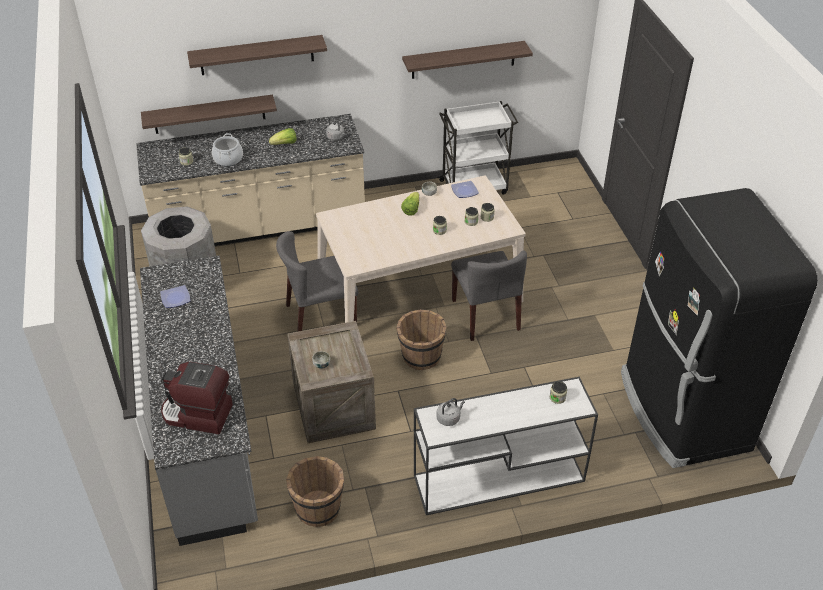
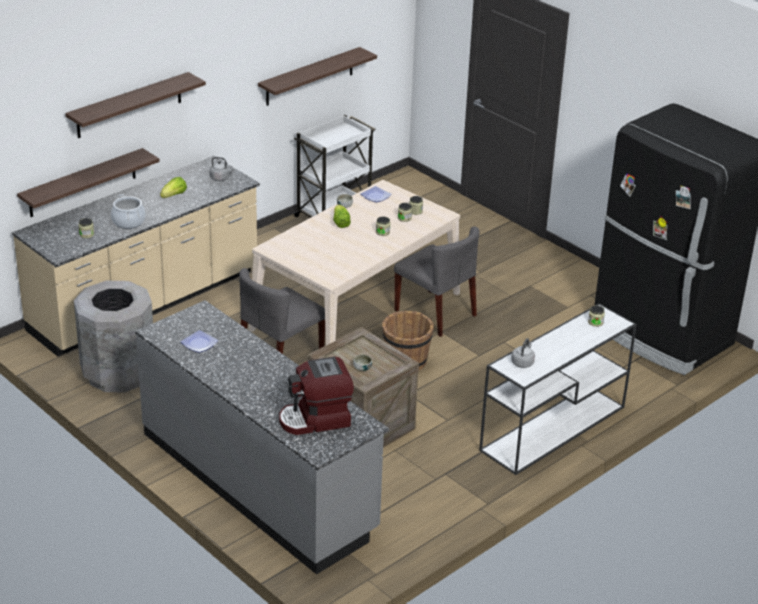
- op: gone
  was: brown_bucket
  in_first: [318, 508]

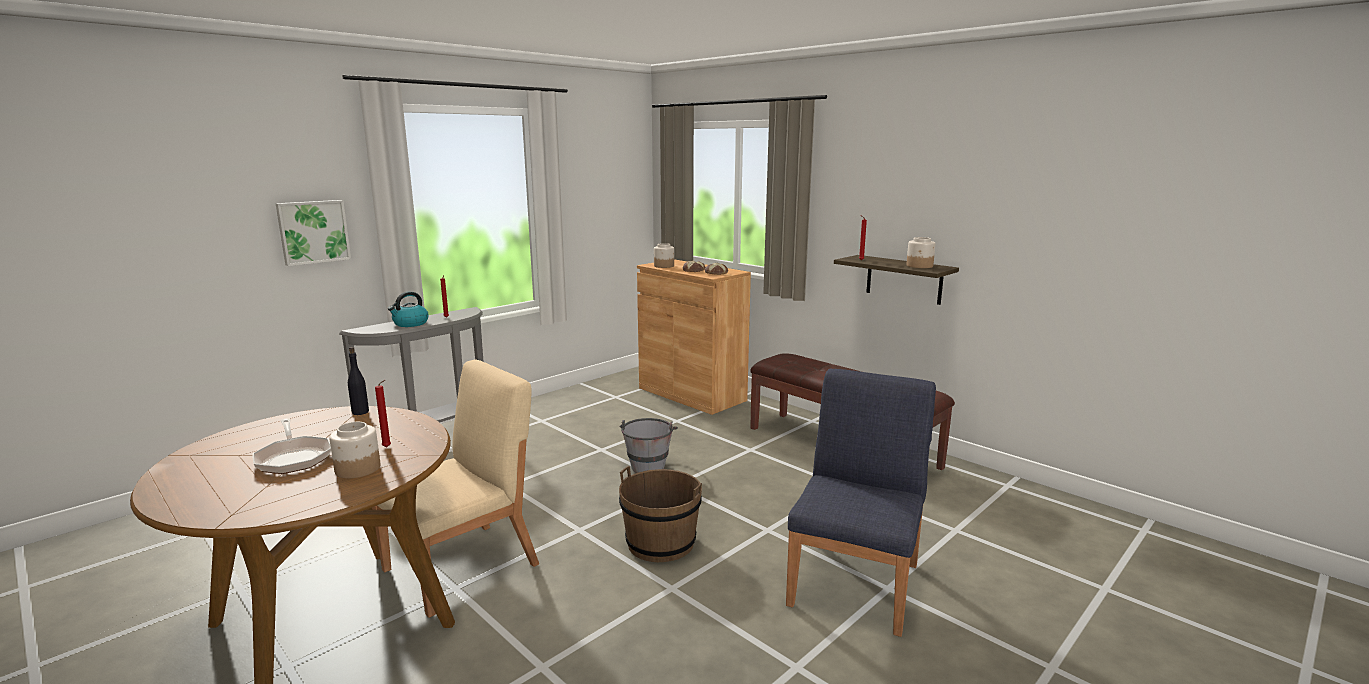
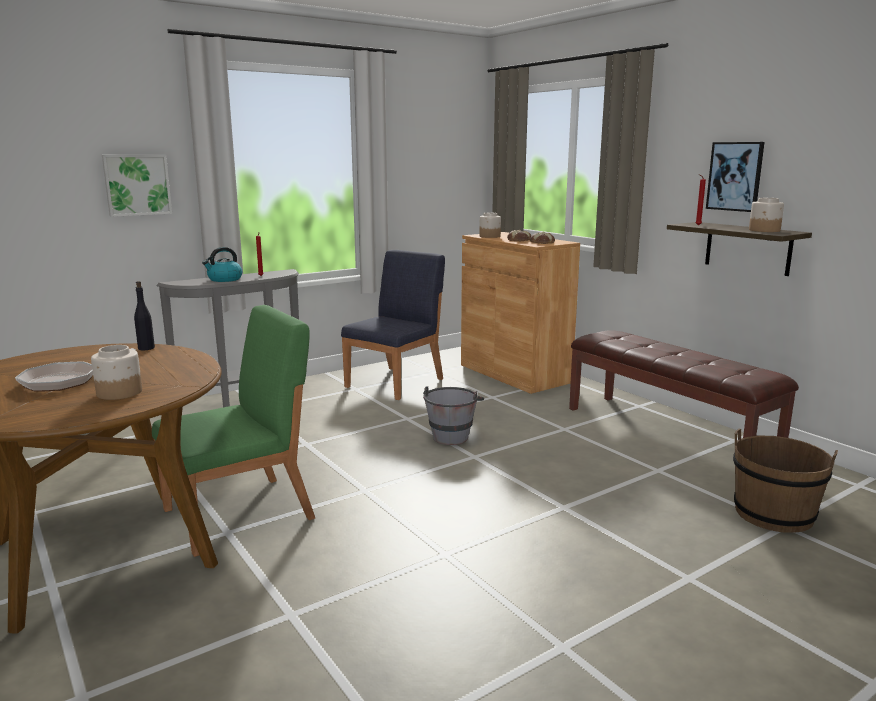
- op: rotated
  was: frying_pan
  in_first: [293, 458]
  in_second: [66, 380]
  clockwise: 60
- op: repainted
  was: beige_chair
  now: green_chair
  in_first: [463, 566]
  in_second: [241, 513]
- op: shifted
  was: blue_chair
  in_first: [855, 583]
  in_second: [396, 382]
- op: new
  now: picture
  in_second: [735, 176]
- op: shifted
  was: brown_bucket
  in_first: [661, 543]
  in_second: [773, 514]
- op: gone
  was: red_candle
  in_first: [388, 447]

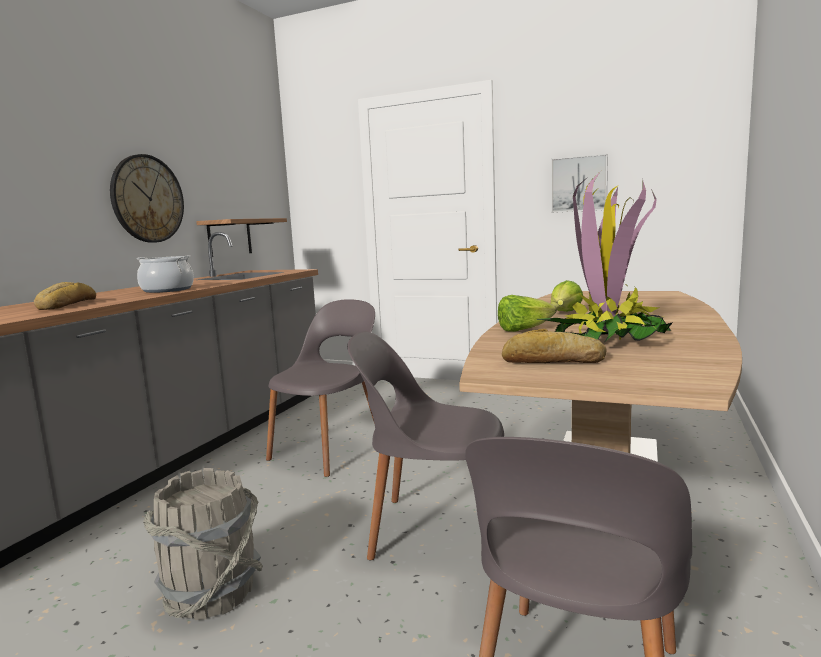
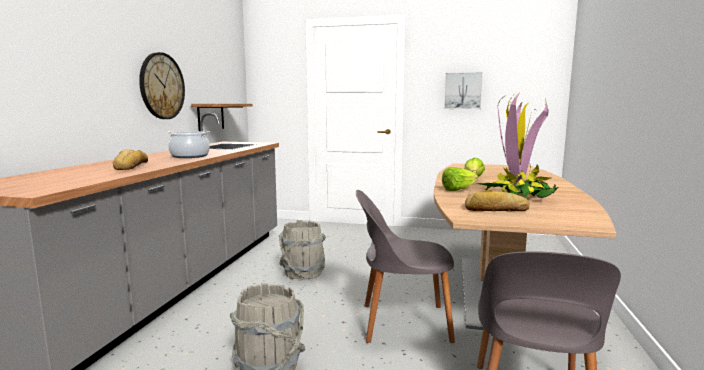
- op: swapped
  was: grey_chair
  now: grey_bucket
  in_first: [330, 450]
  in_second: [303, 273]

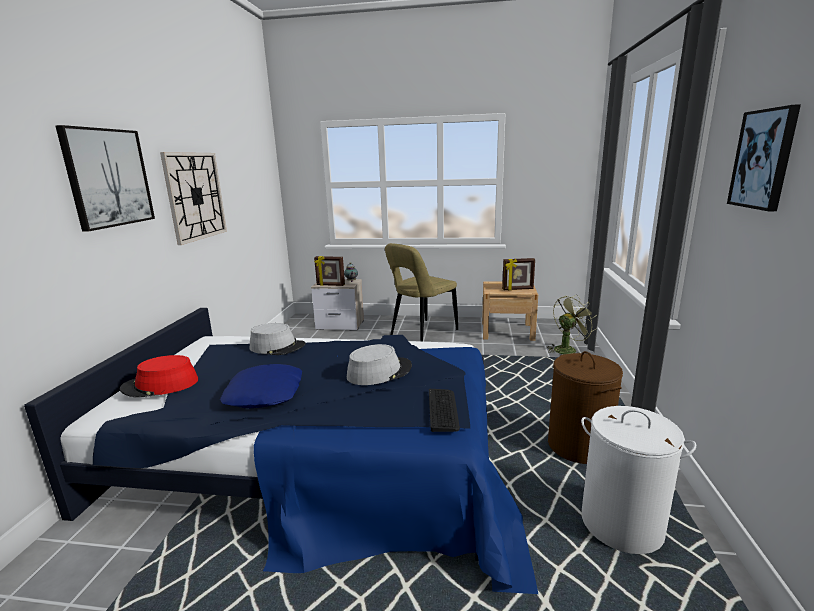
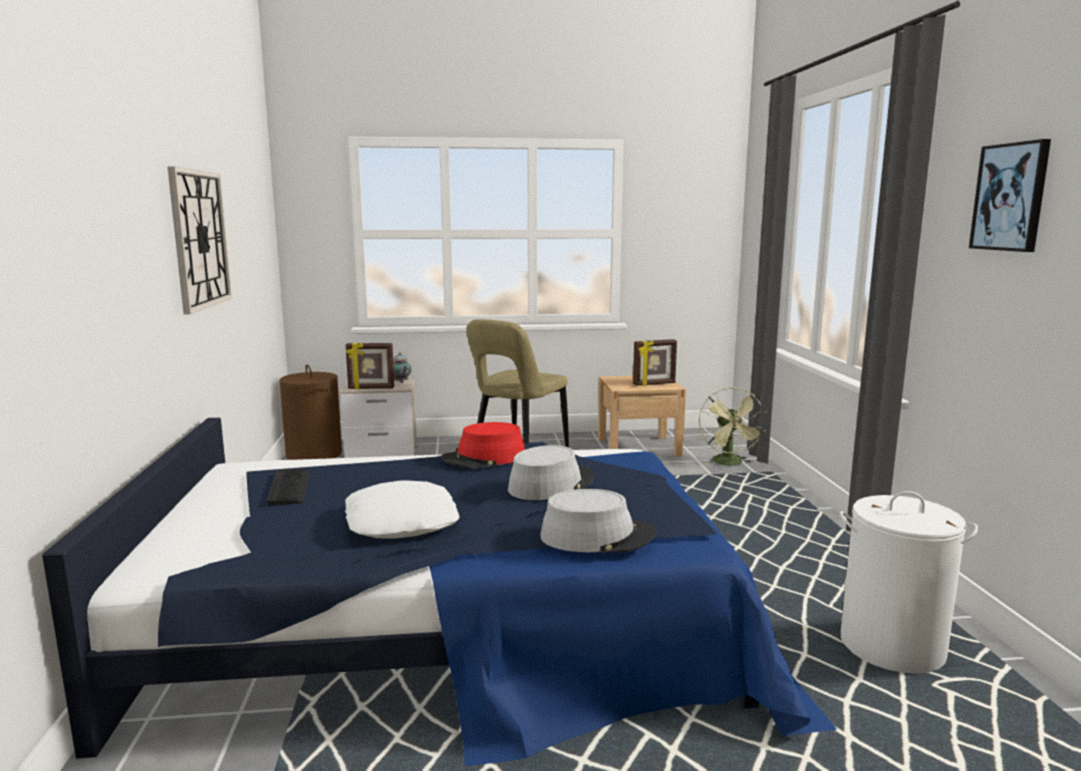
- op: shifted
  was: keyboard
  in_first: [443, 410]
  in_second: [289, 487]
- op: shifted
  was: brown_laundry_basket
  in_first: [579, 446]
  in_second: [314, 454]
- op: repainted
  was: blue_pillow
  now: white_pillow
  in_first: [265, 394]
  in_second: [402, 522]
- op: shifted
  was: red_hat
  in_first: [160, 385]
  in_second: [484, 458]
- op: shifted
  was: grey_hat
  in_first: [277, 347]
  in_second: [597, 536]
- op: rotated
  was: green_fan
  in_first: [567, 349]
  in_second: [730, 463]
  clockwise: 135
- op: gone
  was: picture
  in_first: [108, 178]

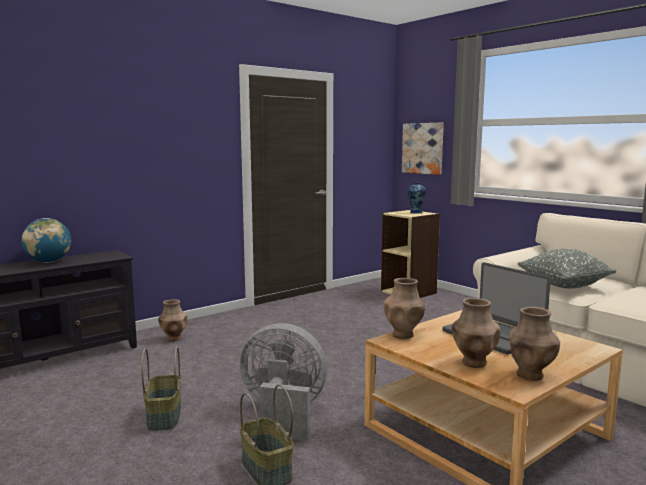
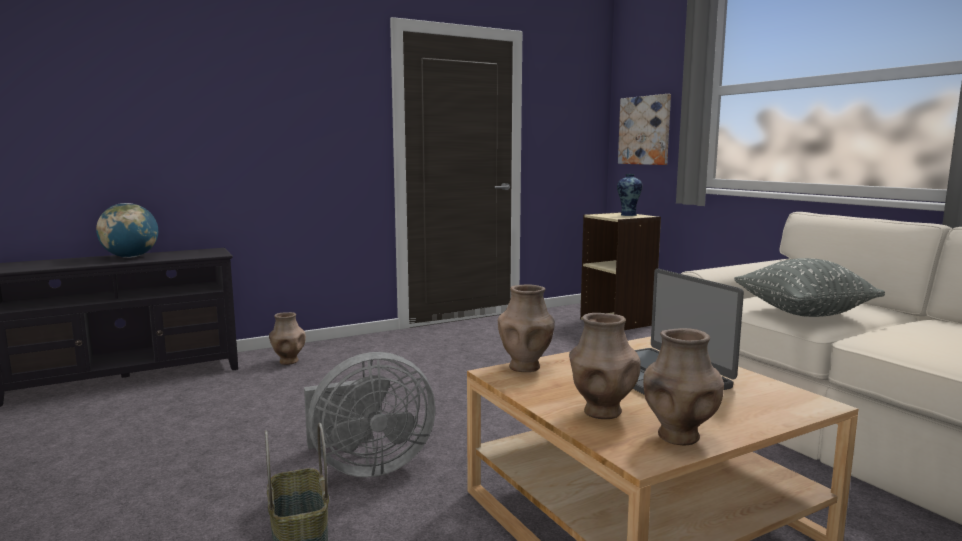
- op: rotated
  was: grey_fan
  in_first: [283, 414]
  in_second: [367, 466]
  clockwise: 135
- op: gone
  was: basket
  in_first: [163, 416]

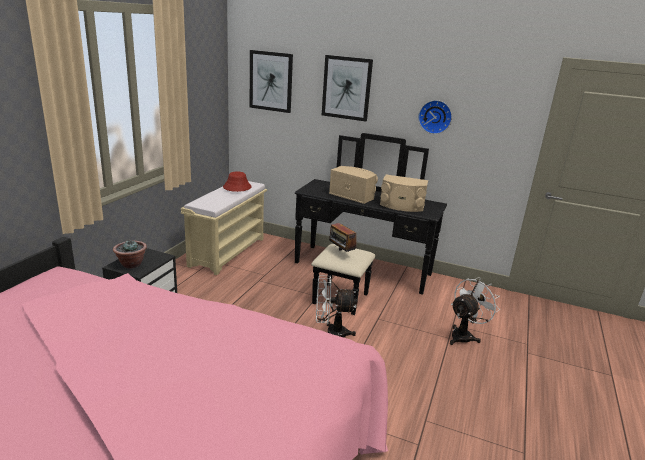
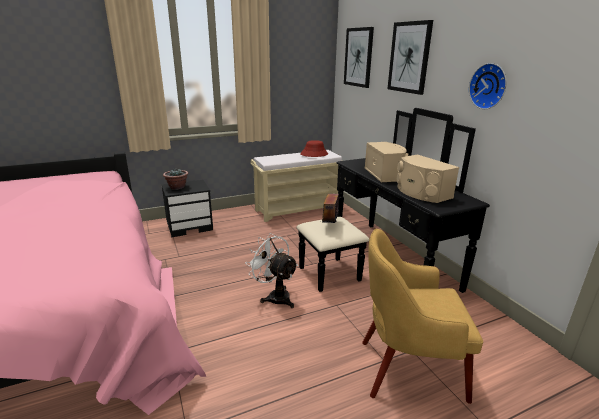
- op: swapped
  was: white_fan
  now: yellow_armchair
  in_first: [464, 335]
  in_second: [407, 369]

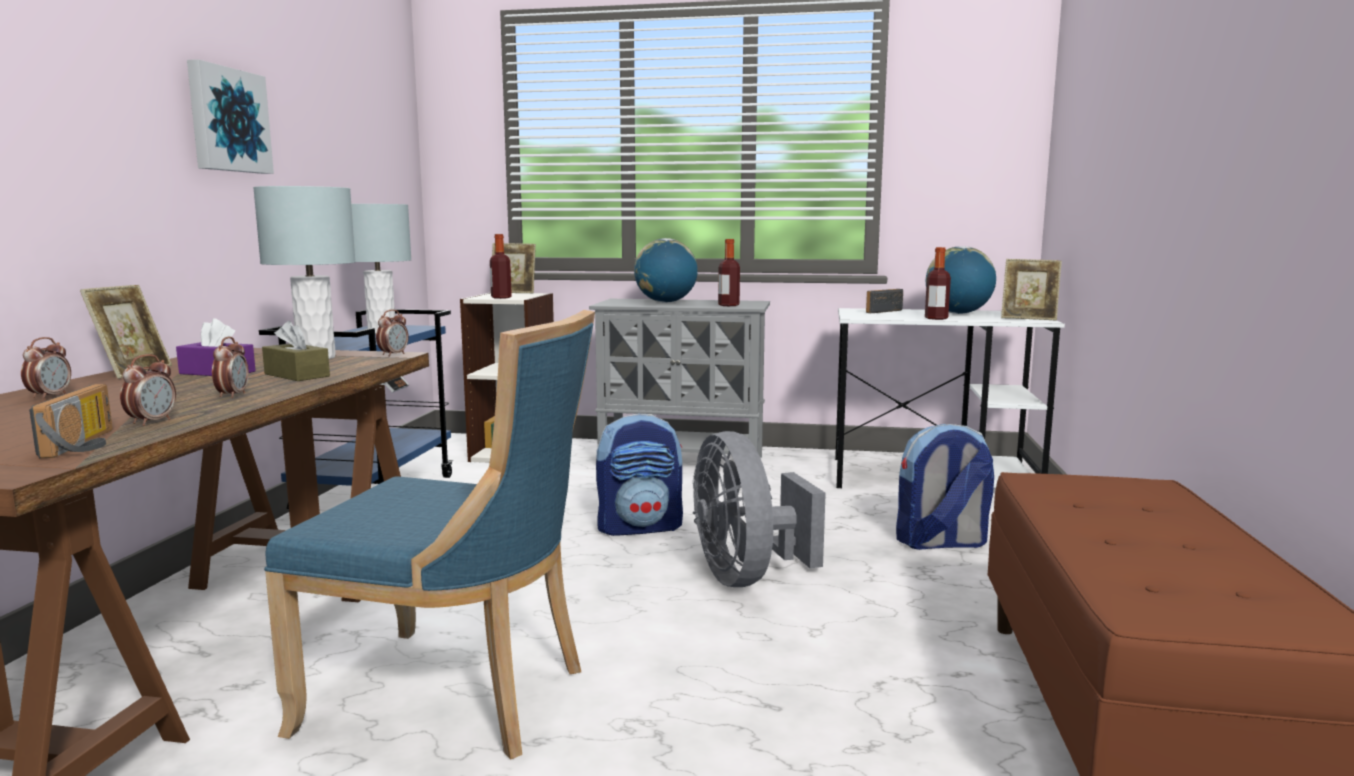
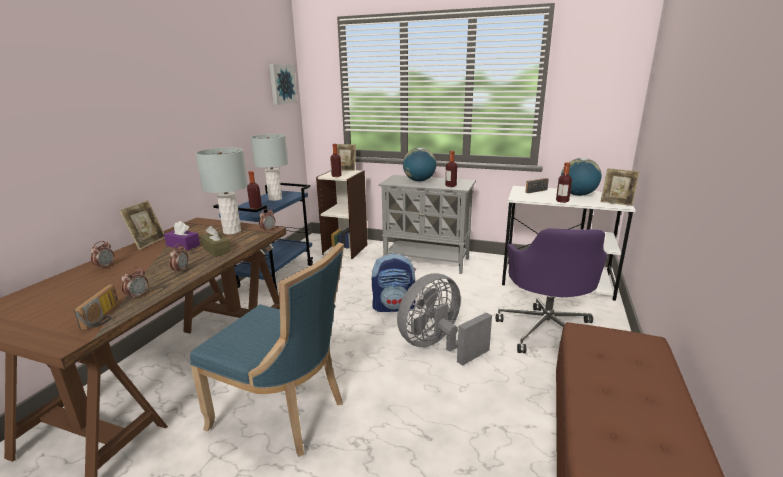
- op: new
  now: bottle
  in_second: [255, 208]
- op: shifted
  was: picture
  in_first: [227, 120]
  in_second: [282, 84]
- op: rotated
  was: grey_fan
  in_first: [746, 576]
  in_second: [438, 346]
  clockwise: 60
- op: swapped
  was: backpack
  now: purple_office_chair
  in_first: [940, 543]
  in_second: [546, 330]

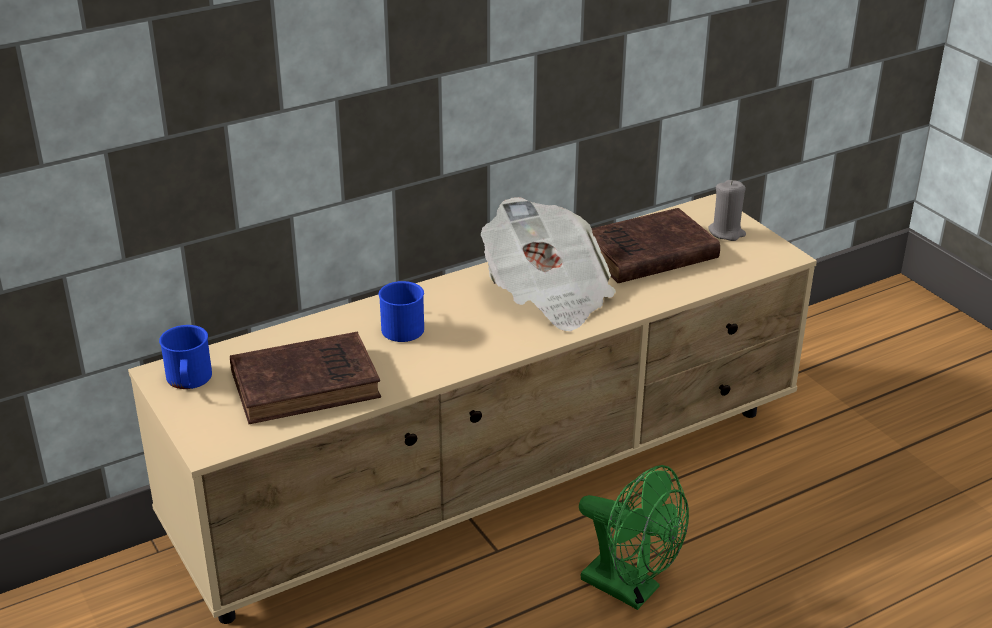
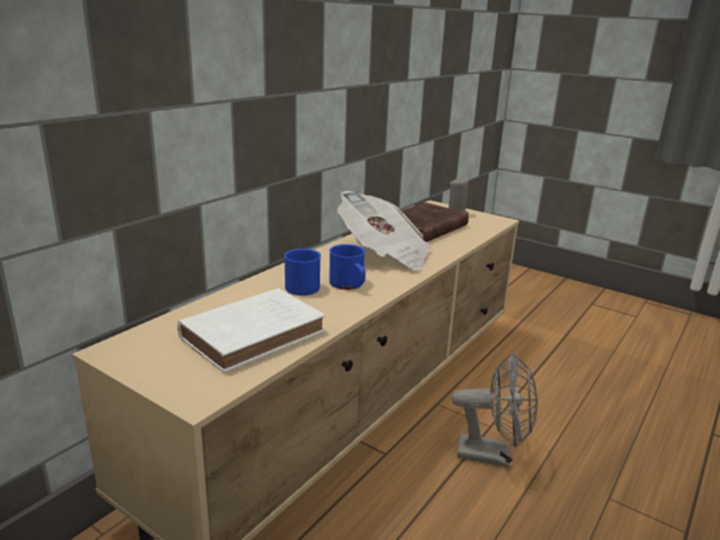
- op: repainted
  was: brown_book
  now: white_book
  in_first: [309, 384]
  in_second: [256, 334]
- op: shifted
  was: blue_mug
  in_first: [189, 381]
  in_second: [349, 285]
- op: repainted
  was: green_fan
  now: grey_fan
  in_first: [630, 589]
  in_second: [493, 455]

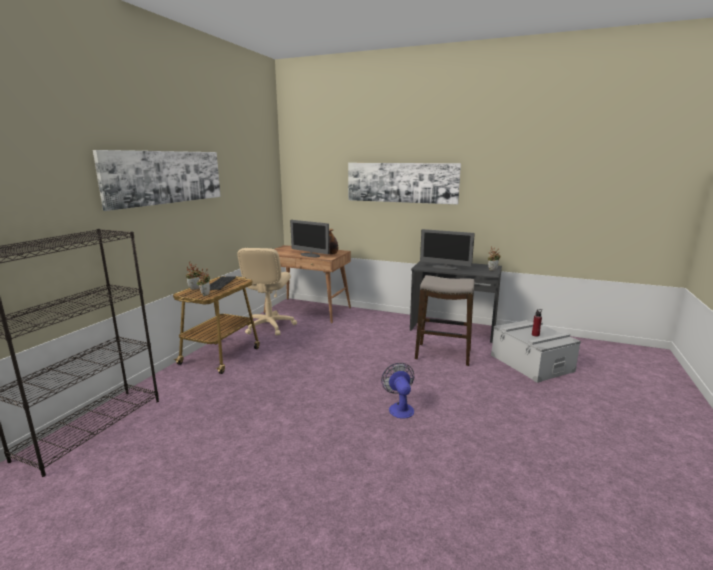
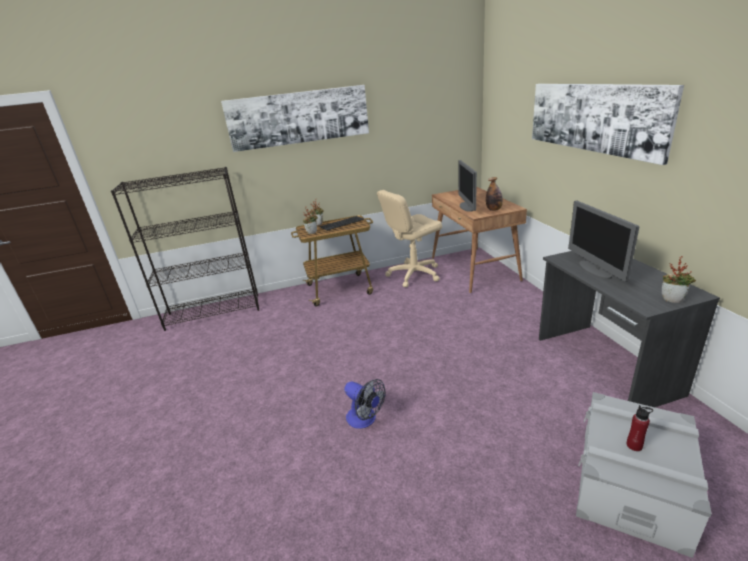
- op: rotated
  was: fan
  in_first: [399, 408]
  in_second: [365, 420]
  clockwise: 90
- op: gone
  was: stool
  in_first: [443, 355]

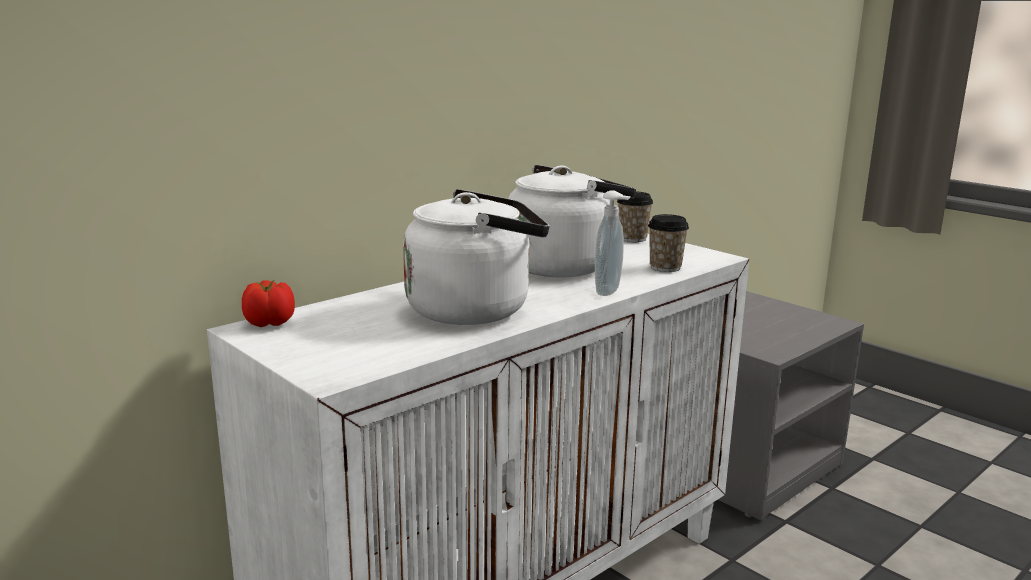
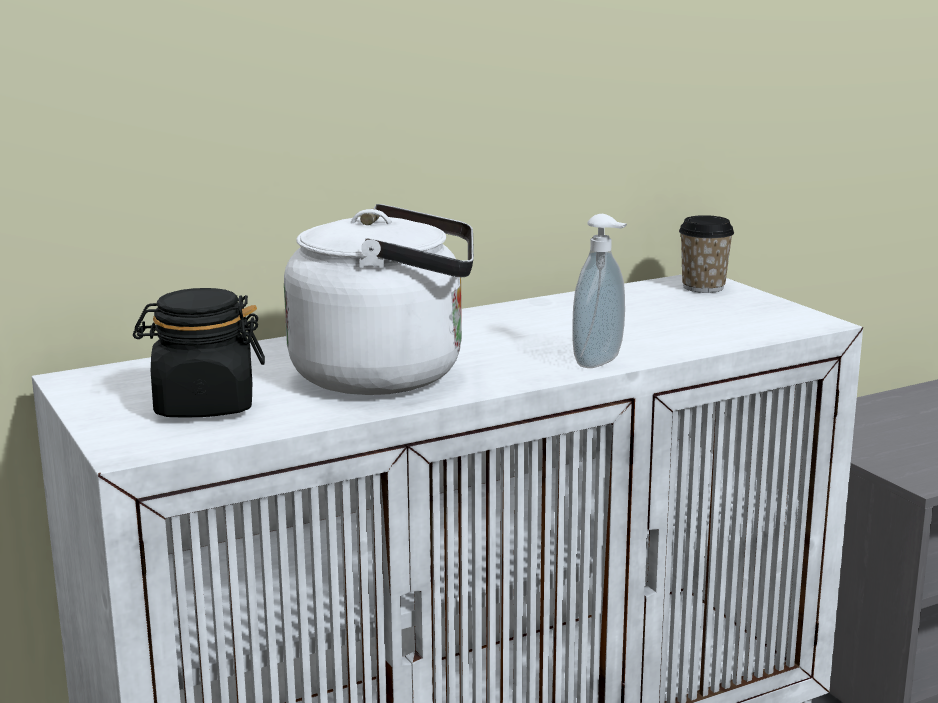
- op: new
  now: black_jar
  in_second: [204, 406]
- op: gone
  was: tomato
  in_first: [270, 323]
- op: gone
  was: white_kettle
  in_first: [563, 266]
- op: gone
  was: cup
  in_first: [665, 267]

